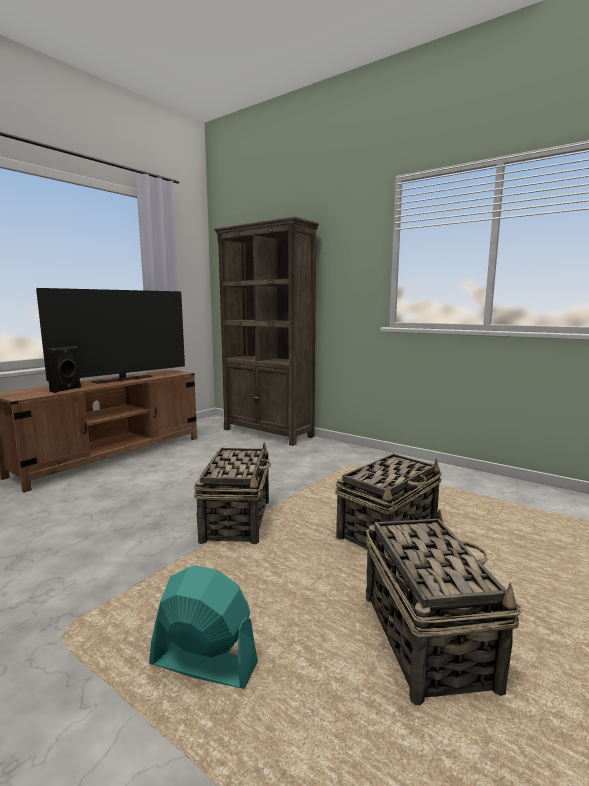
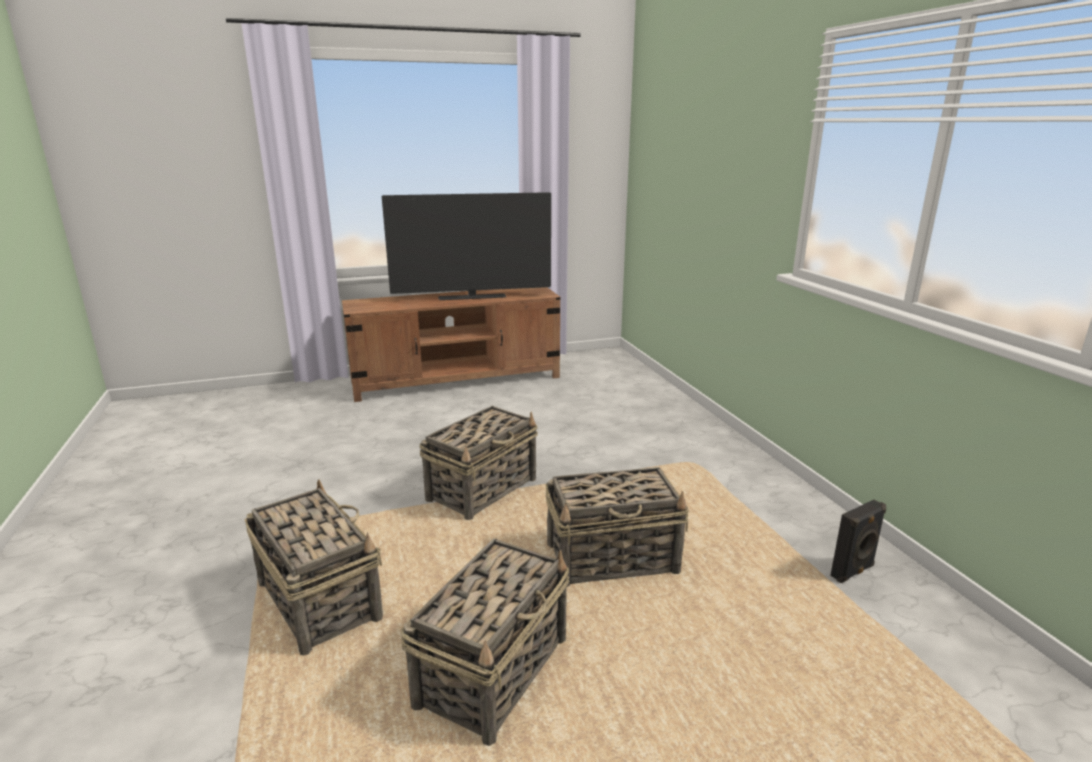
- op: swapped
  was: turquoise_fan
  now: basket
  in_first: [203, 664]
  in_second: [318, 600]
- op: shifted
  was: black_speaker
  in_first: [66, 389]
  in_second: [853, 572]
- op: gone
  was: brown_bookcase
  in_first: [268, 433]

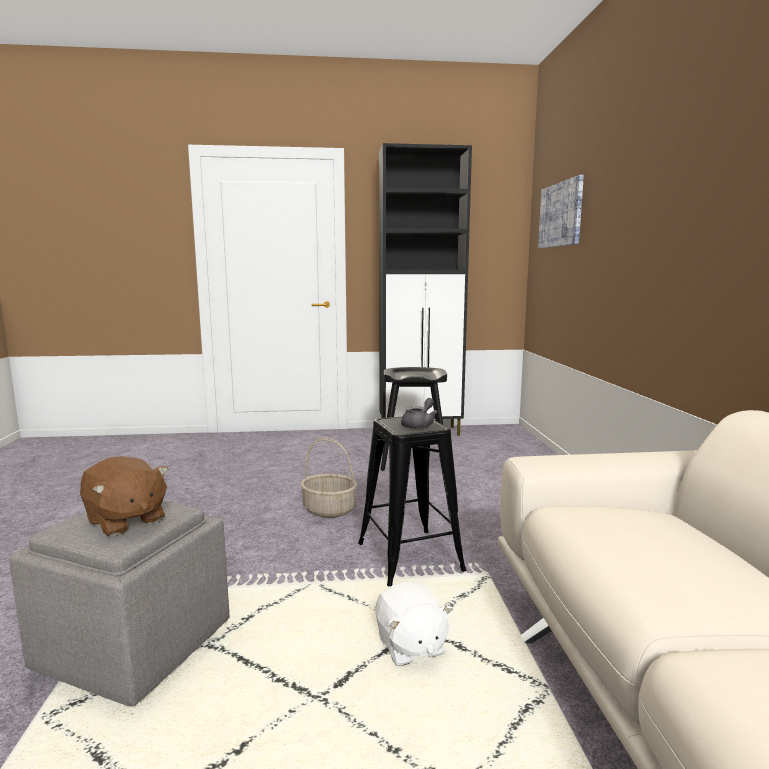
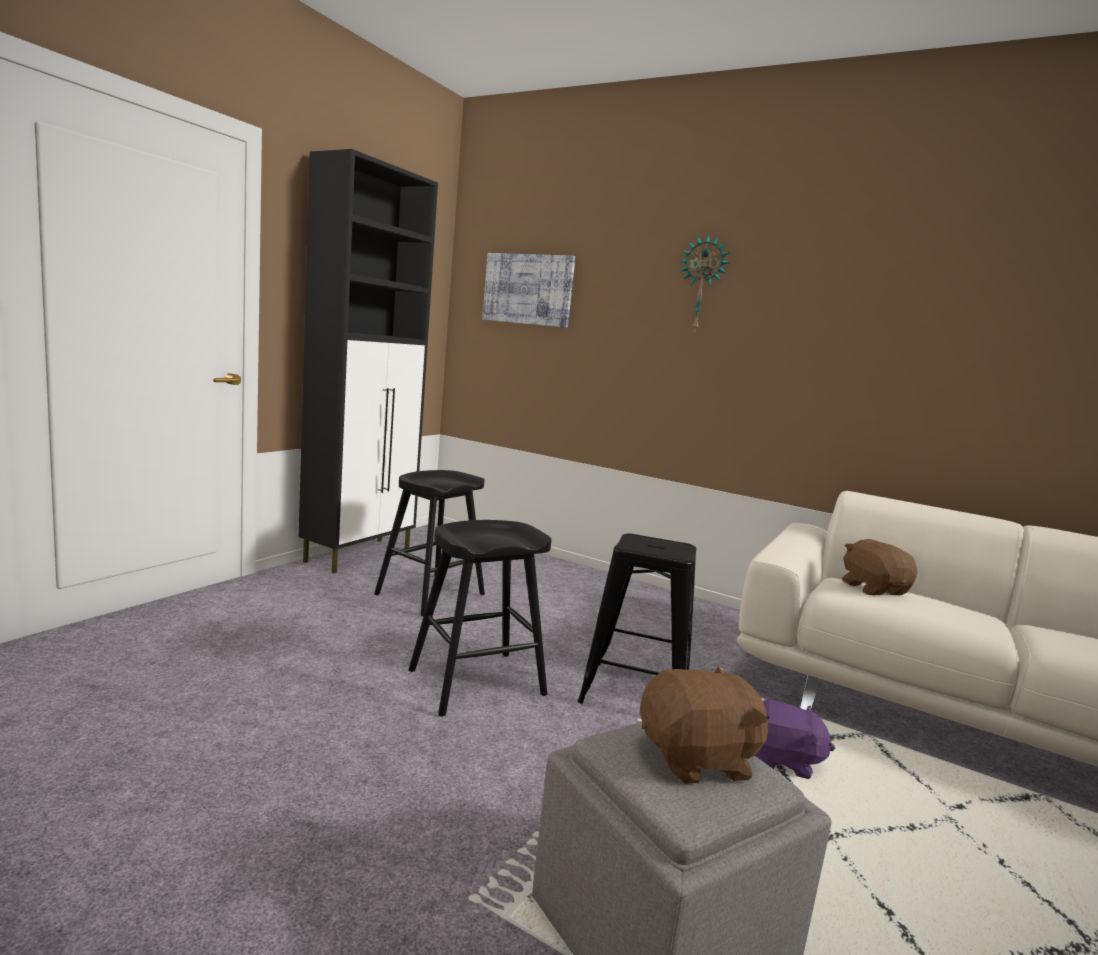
- op: swapped
  was: basket
  now: black_stool
  in_first: [330, 510]
  in_second: [476, 682]
- op: new
  now: wall_clock
  in_second: [702, 284]
- op: repainted
  was: white_plush_toy
  now: purple_plush_toy
  in_first: [410, 646]
  in_second: [781, 760]
- op: new
  now: brown_plush_toy
  in_second: [873, 589]
- op: gone
  was: grey_teapot
  in_first: [419, 425]

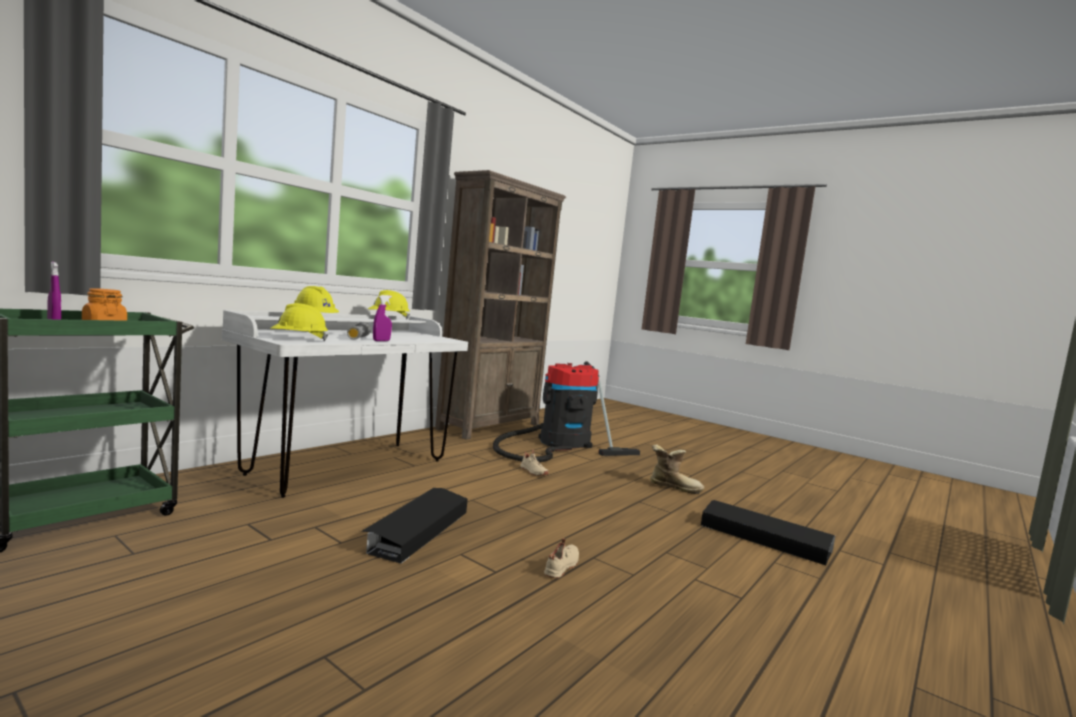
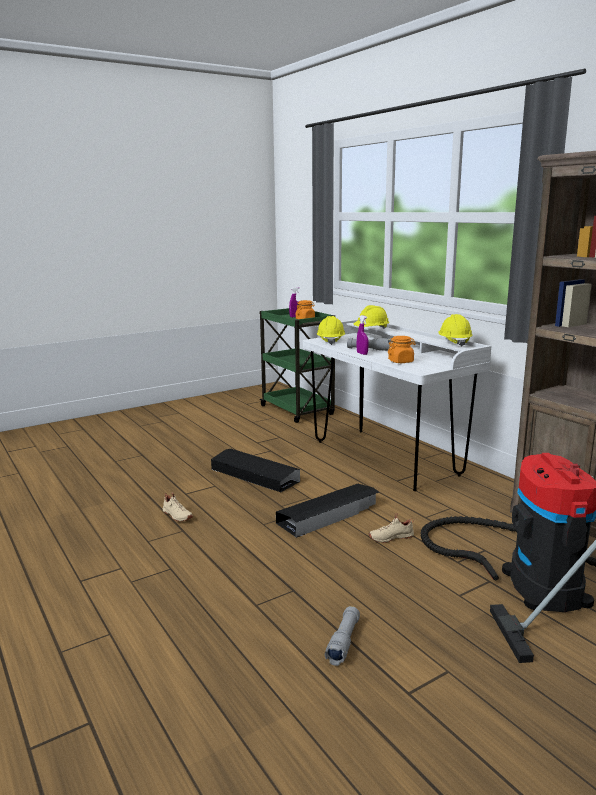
- op: shifted
  was: black_storage_box
  in_first: [763, 538]
  in_second: [329, 515]
- op: swapped
  was: boot
  now: grey_flashlight
  in_first: [673, 487]
  in_second: [343, 642]
- op: new
  now: orange_jar
  in_second: [401, 361]

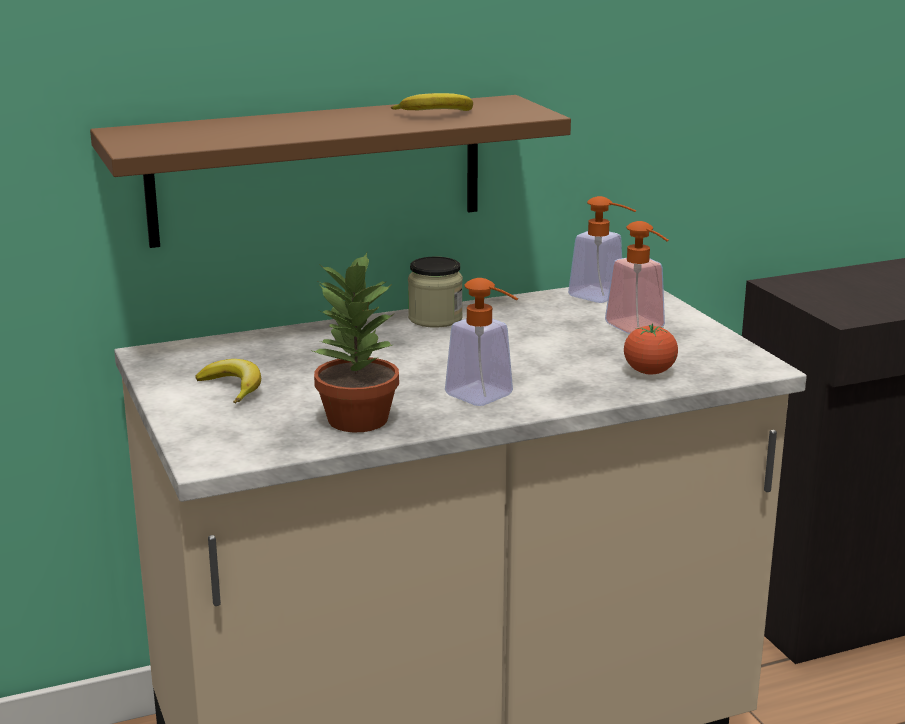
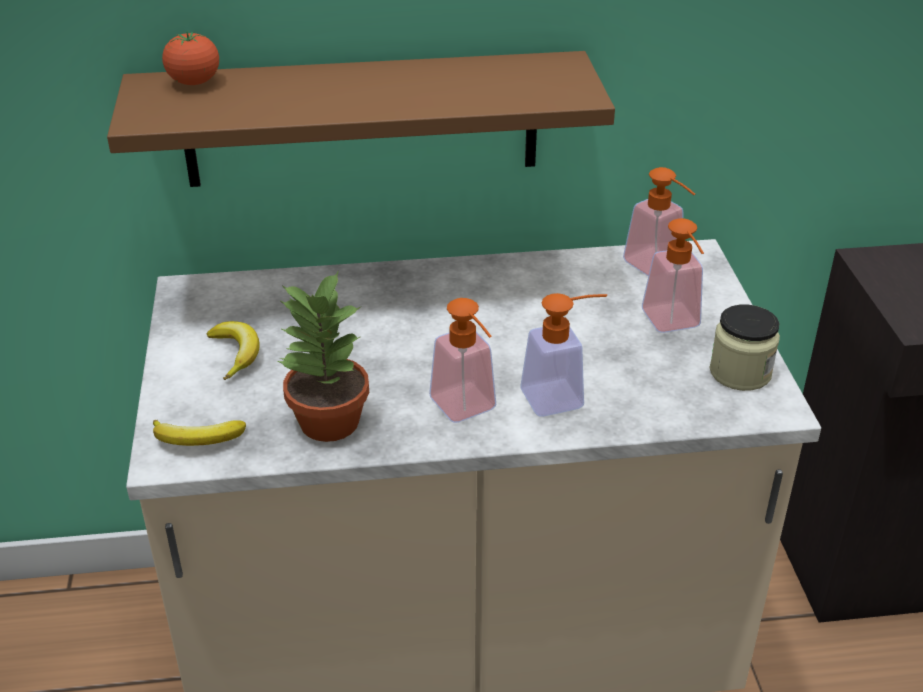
- op: shifted
  was: banana
  in_first: [436, 114]
  in_second: [197, 440]
- op: shifted
  was: tomato
  in_first: [649, 372]
  in_second: [194, 82]
- op: new
  now: soap_dispenser
  in_second: [562, 396]
- op: shifted
  was: jar
  in_first: [435, 318]
  in_second: [740, 372]

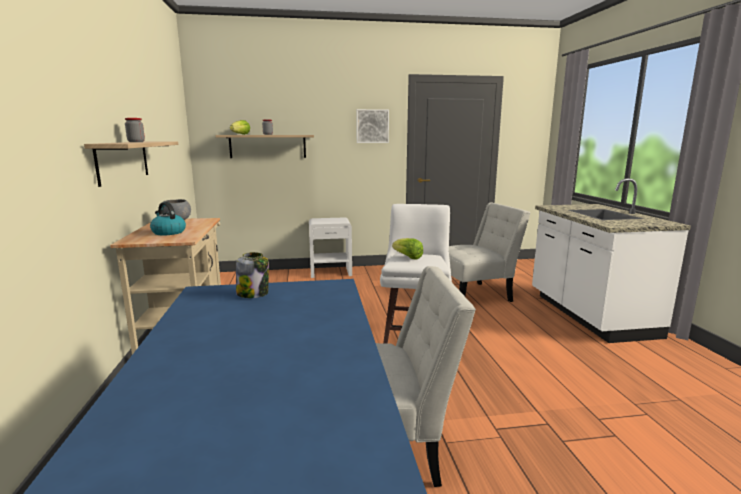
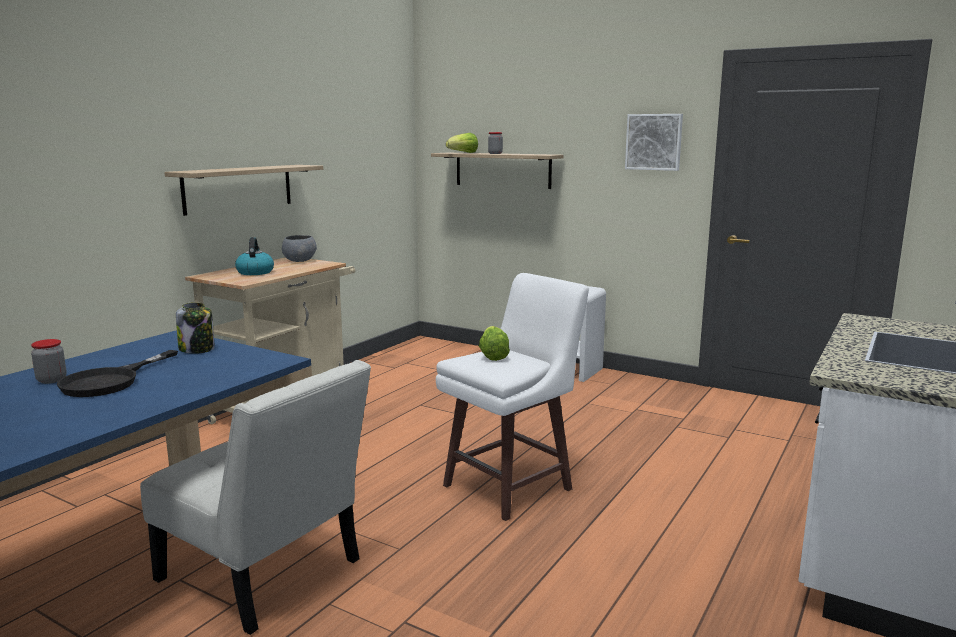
- op: shifted
  was: jar
  in_first: [136, 142]
  in_second: [51, 380]
- op: new
  now: black_frying_pan
  in_second: [110, 381]
- op: gone
  was: white_chair
  in_first: [475, 295]

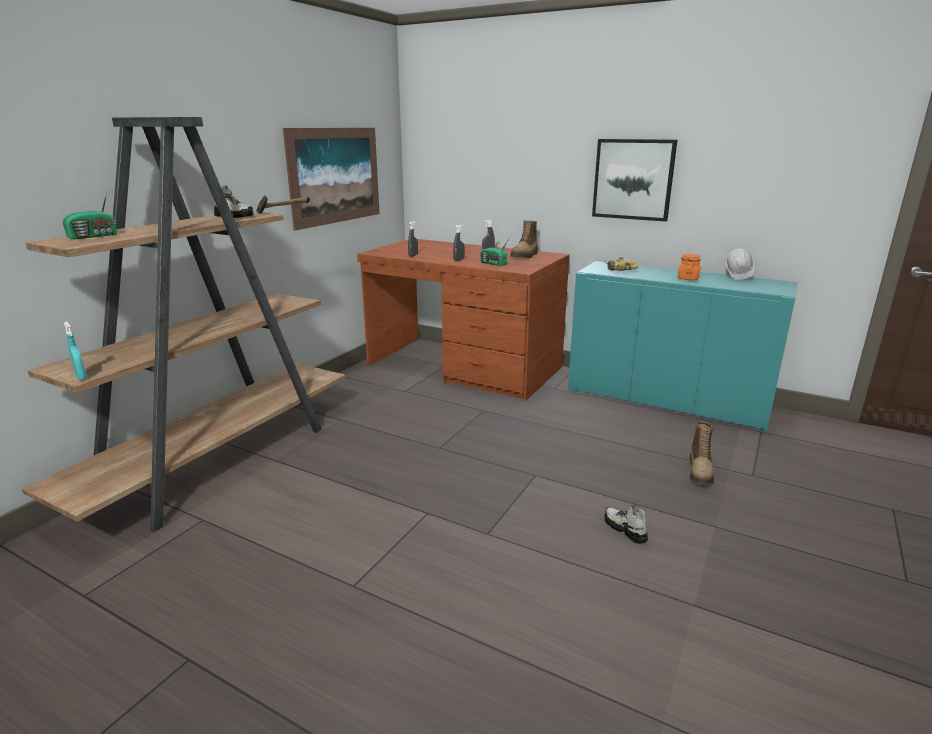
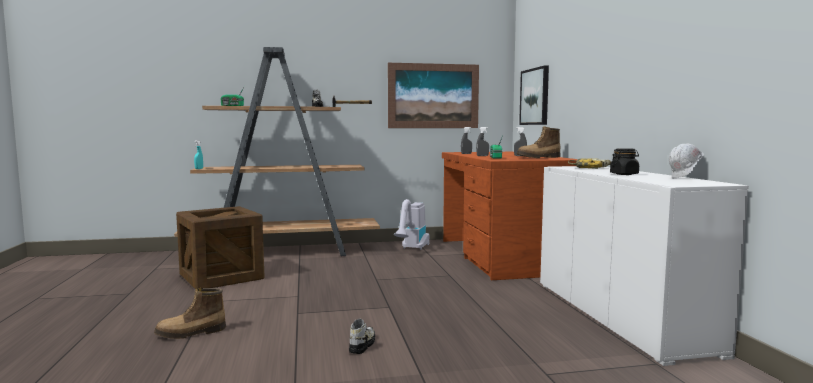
- op: shifted
  was: boot
  in_first: [700, 471]
  in_second: [191, 333]
- op: new
  now: crate
  in_second: [221, 277]
- op: new
  now: vacuum_cleaner
  in_second: [412, 249]
- op: shifted
  was: picture
  in_first: [633, 179]
  in_second: [535, 96]
- op: repainted
  was: turquoise_cabinet
  now: white_cabinet
  in_first: [666, 399]
  in_second: [619, 315]
- op: repainted
  was: orange_jar
  now: black_jar
  in_first: [688, 278]
  in_second: [624, 174]

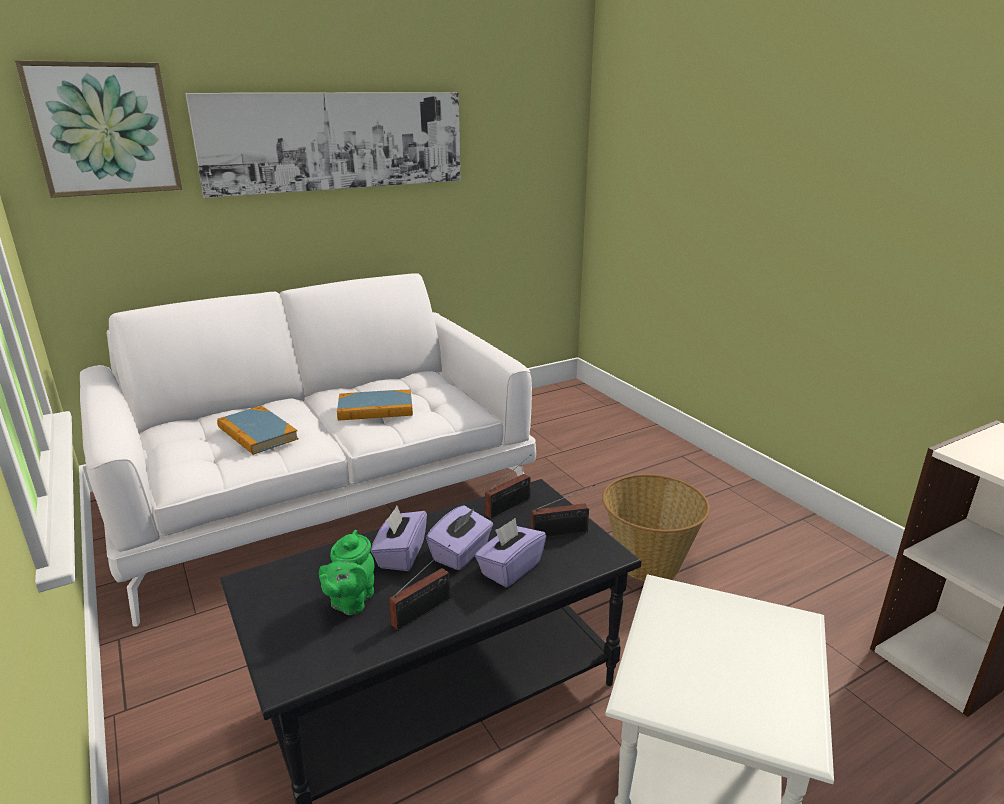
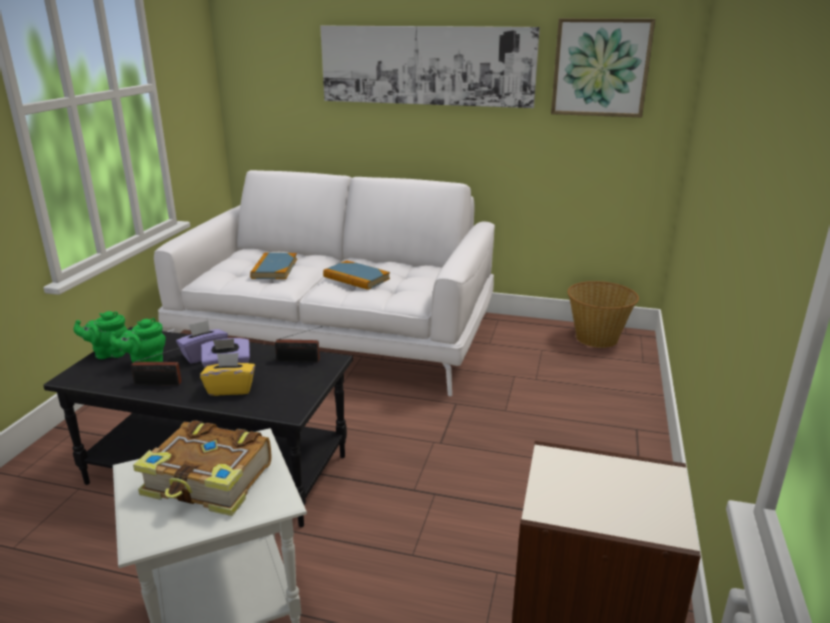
- op: new
  now: green_teapot
  in_second: [109, 353]
- op: new
  now: book
  in_second: [209, 482]
- op: repainted
  was: purple_tissue_box
  now: yellow_tissue_box
  in_first: [510, 569]
  in_second: [231, 389]
- op: shifted
  was: picture
  in_first: [104, 129]
  in_second: [600, 68]
- op: shifted
  was: basket
  in_first: [648, 561]
  in_second: [597, 338]
- op: gone
  was: radio
  in_first: [562, 533]

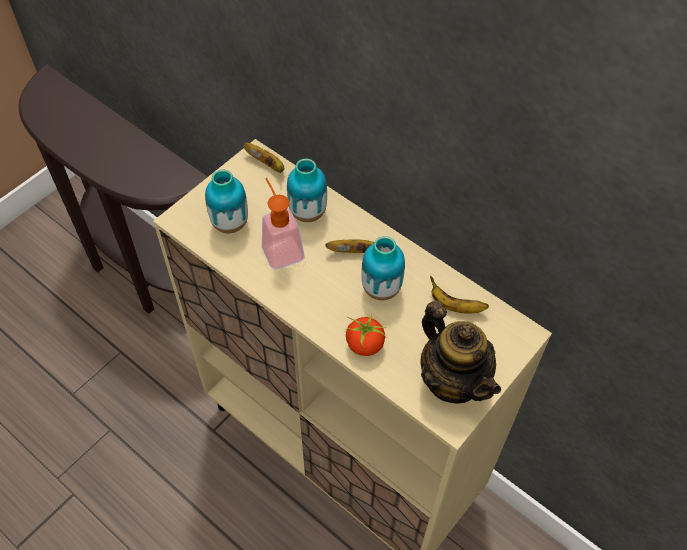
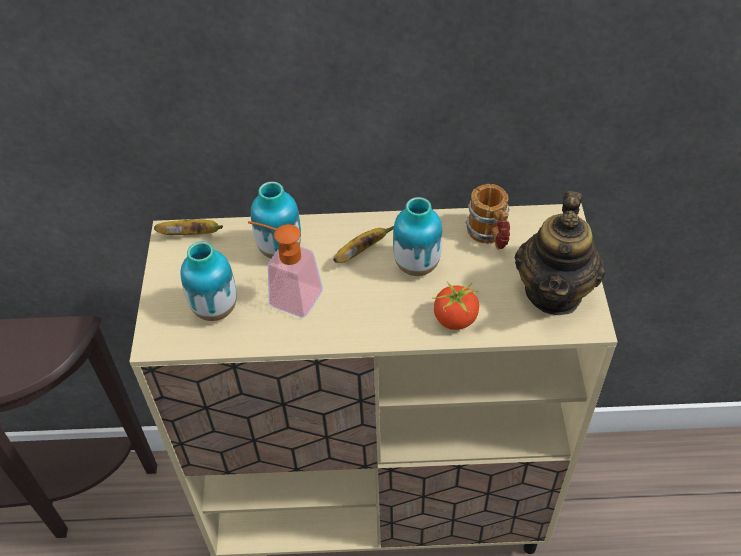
- op: swapped
  was: banana
  now: mug
  in_first: [455, 306]
  in_second: [490, 236]
- op: rotated
  was: teapot
  in_first: [453, 380]
  in_second: [554, 292]
  clockwise: 90

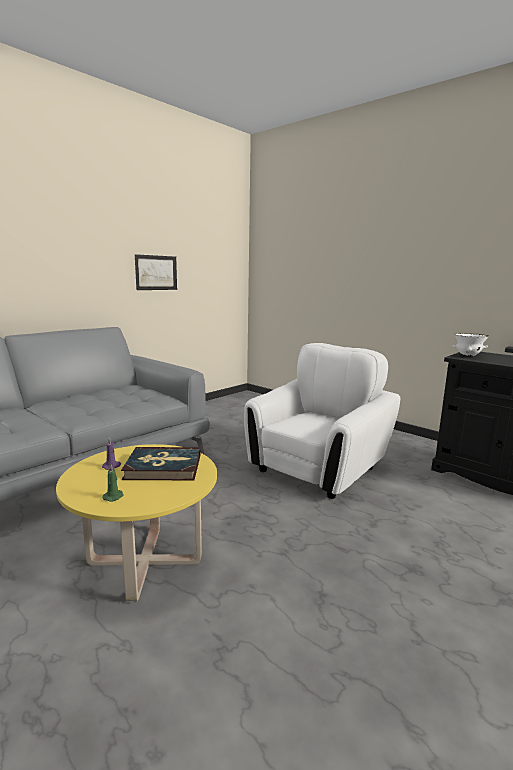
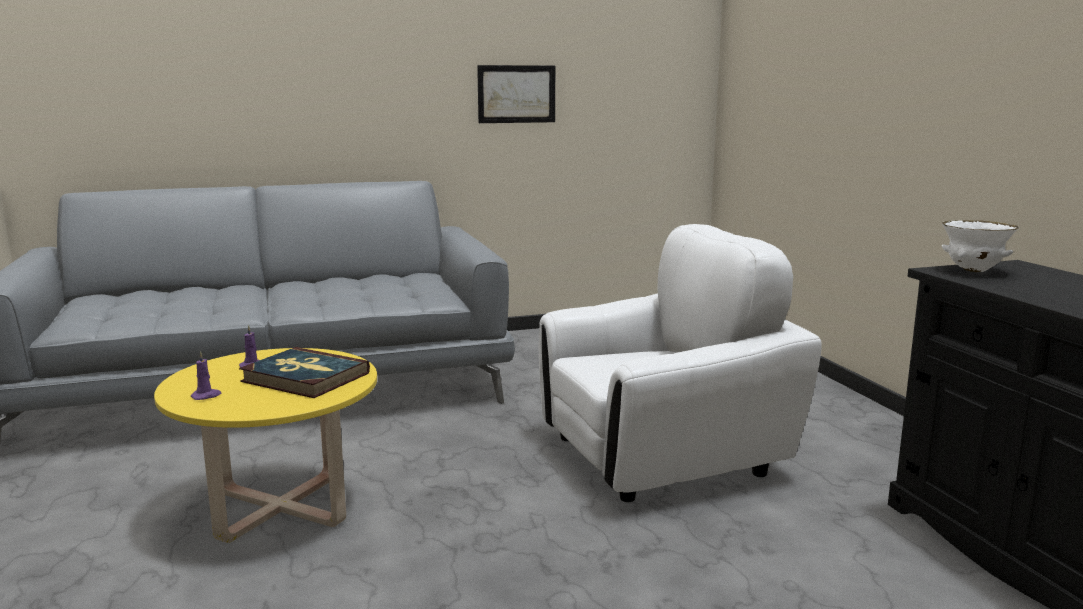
- op: repainted
  was: green_candle
  now: purple_candle
  in_first: [114, 496]
  in_second: [206, 396]

